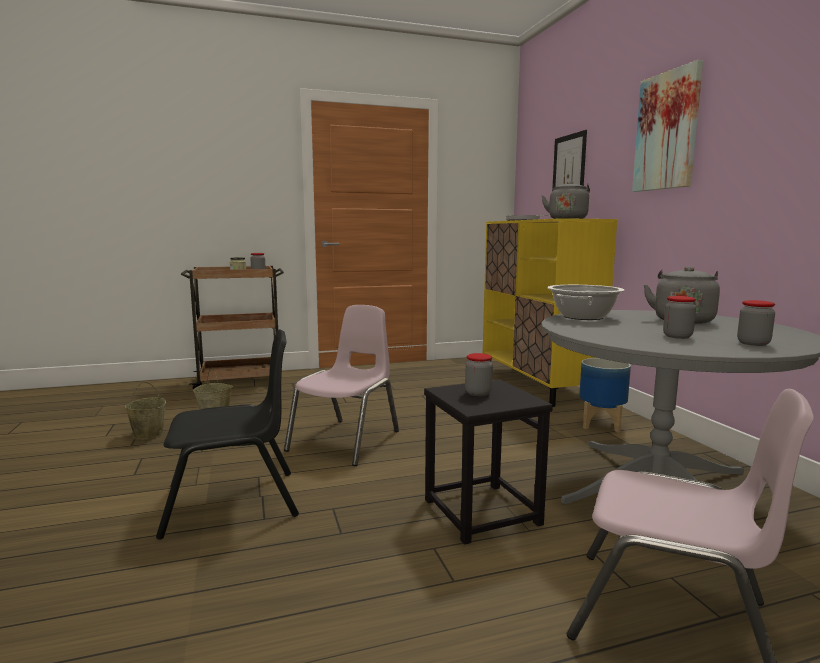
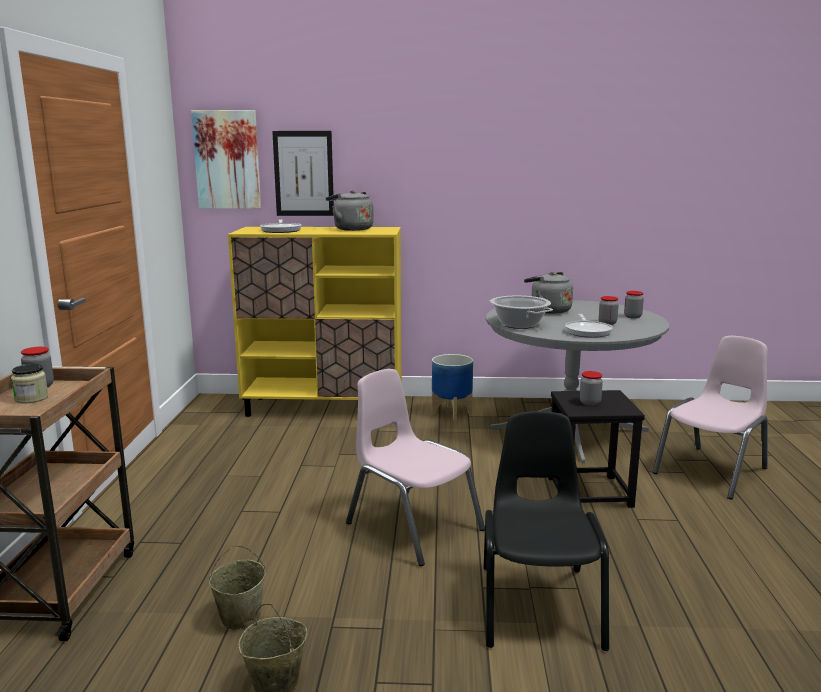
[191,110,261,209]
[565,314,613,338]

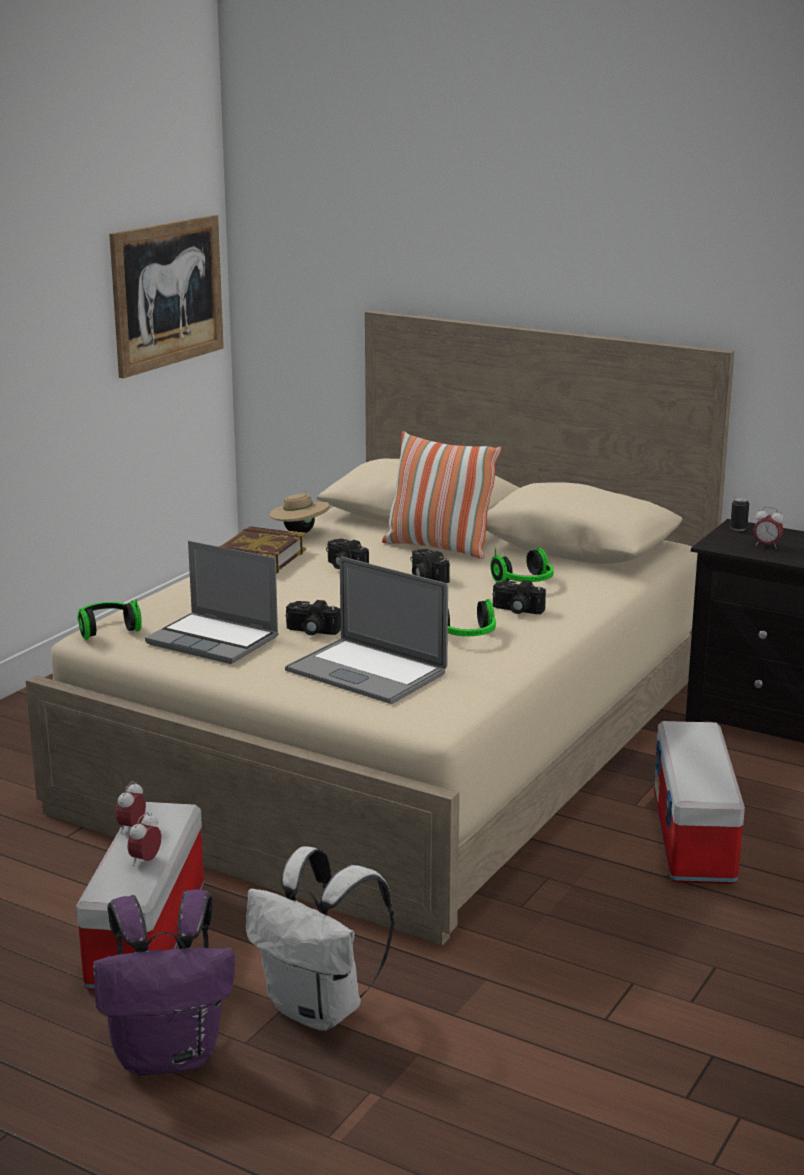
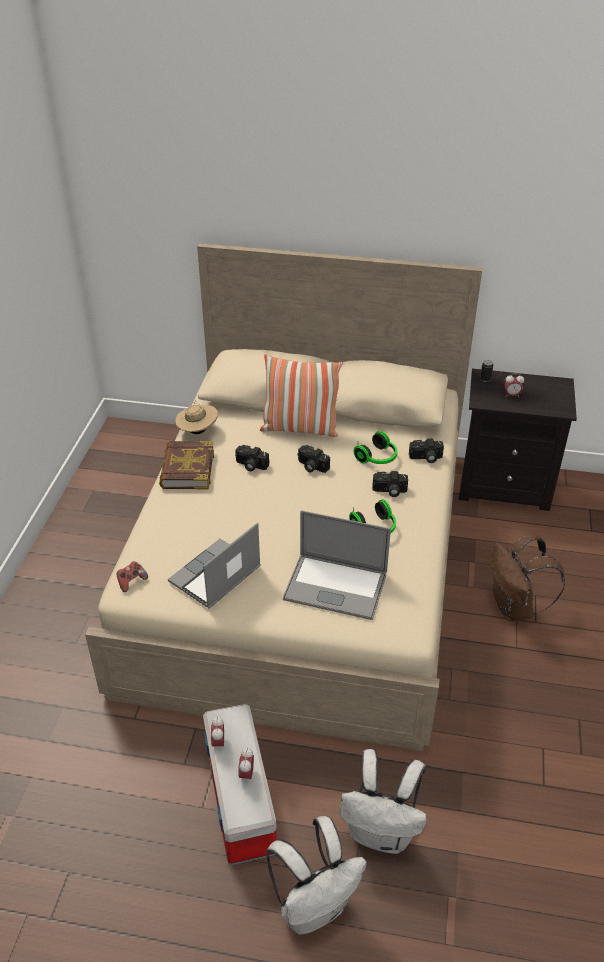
[117,561,148,592]
[266,816,367,935]
[109,215,224,378] (first image)
[168,523,261,609]
[409,438,444,463]
[490,533,565,622]

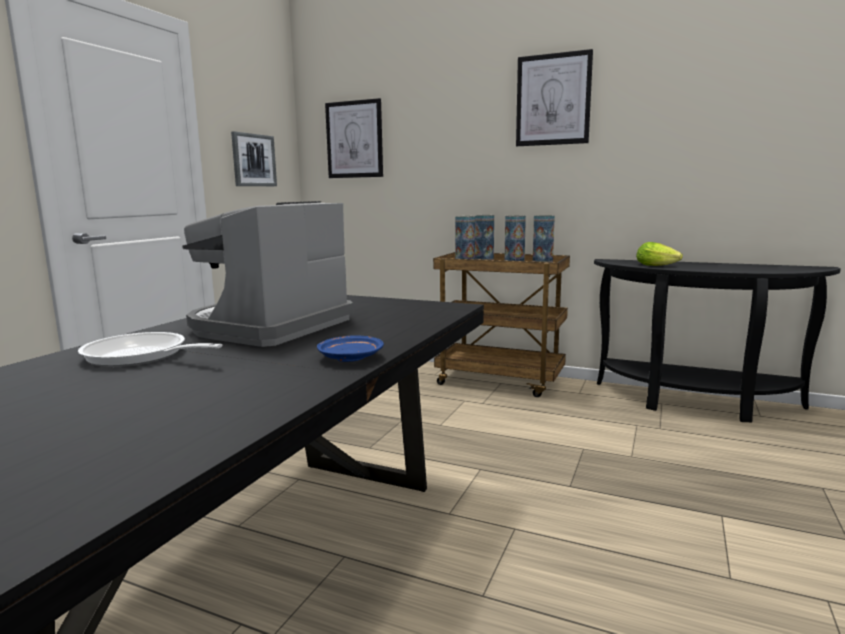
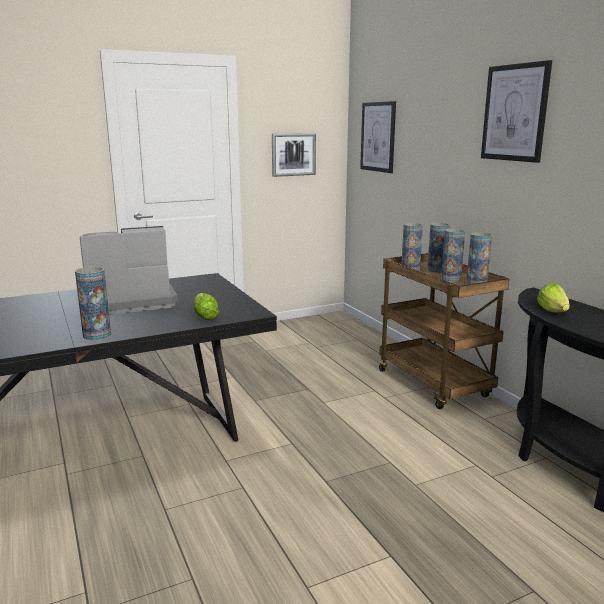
[78,332,222,367] (first image)
[75,267,111,340]
[194,293,219,320]

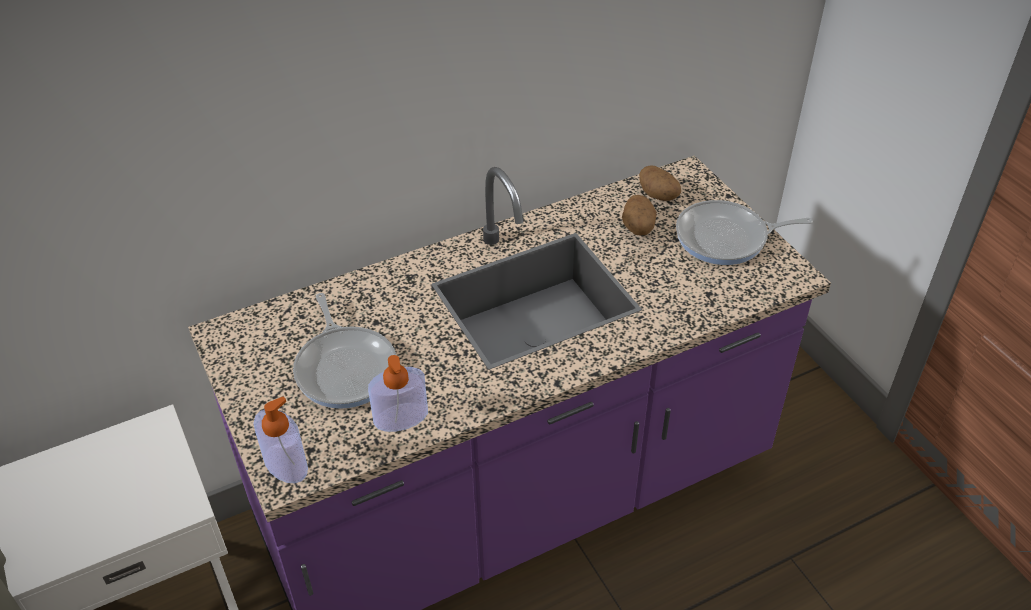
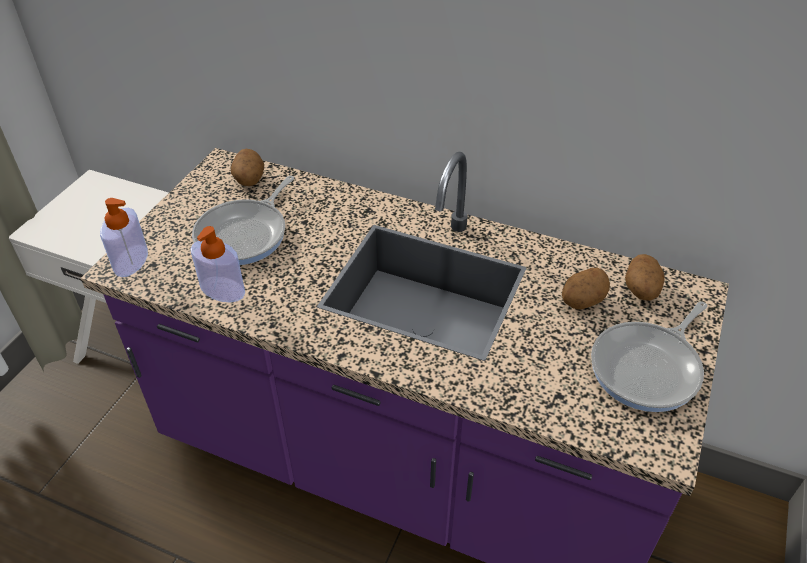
[591,301,707,412]
[231,149,264,186]

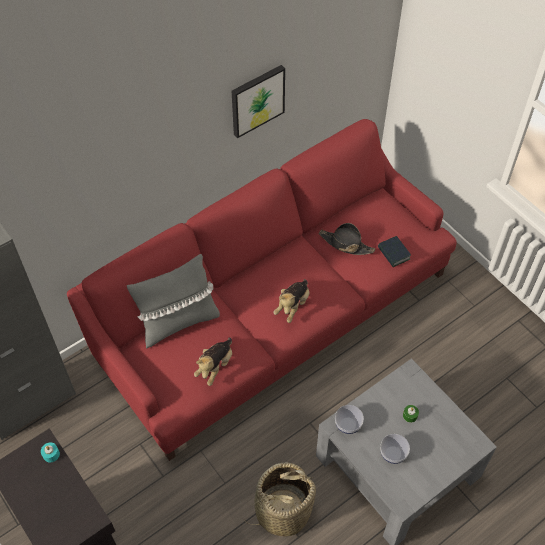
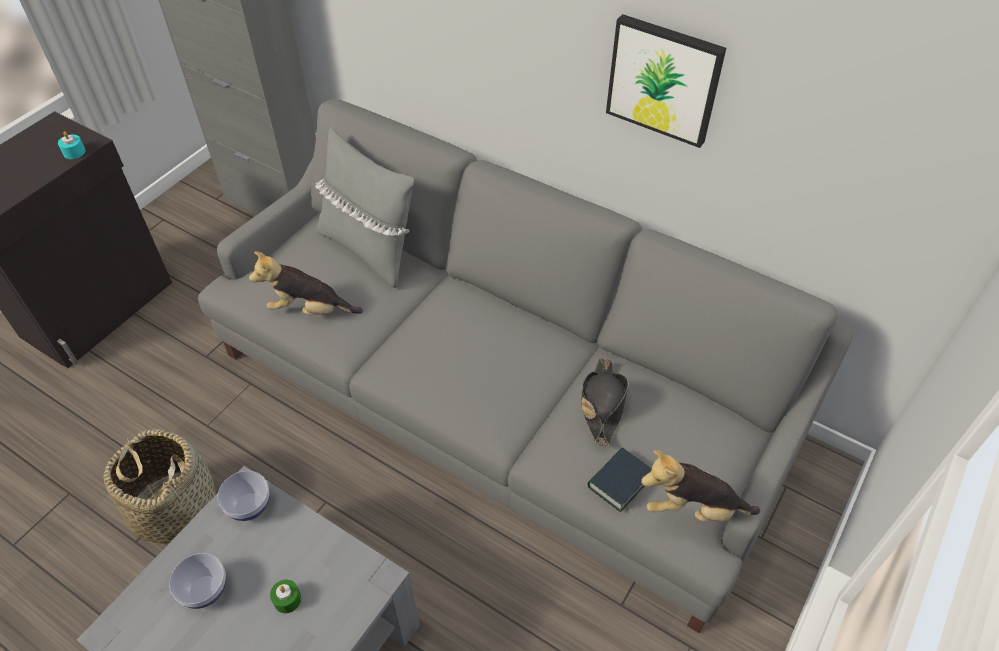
[198,99,853,633]
[641,450,760,521]

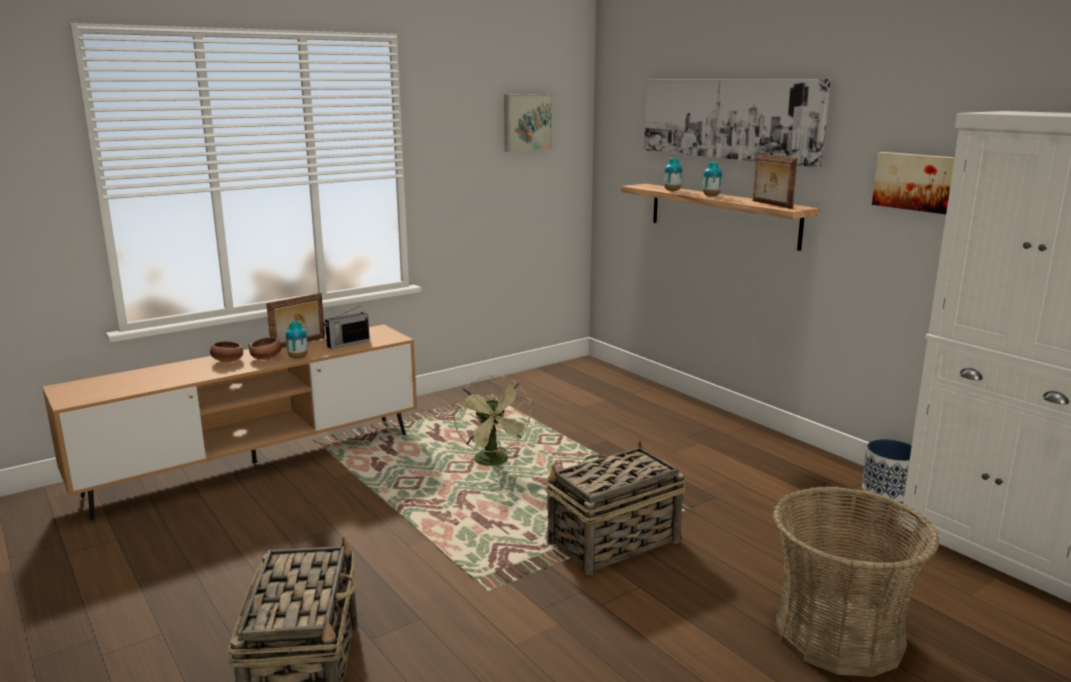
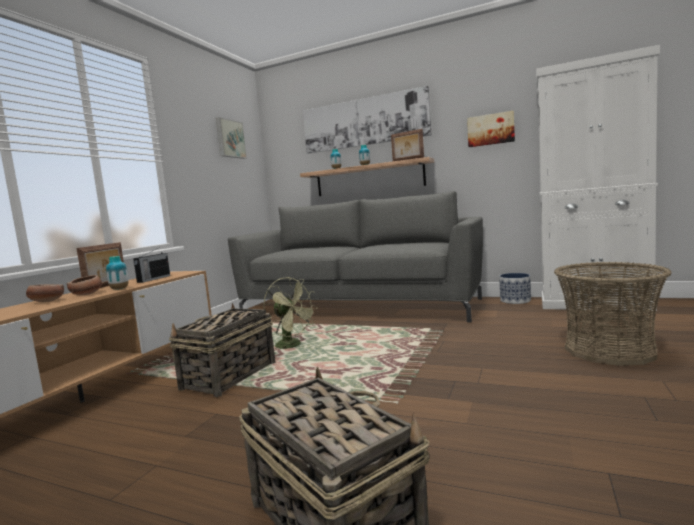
[169,303,275,397]
[228,191,483,323]

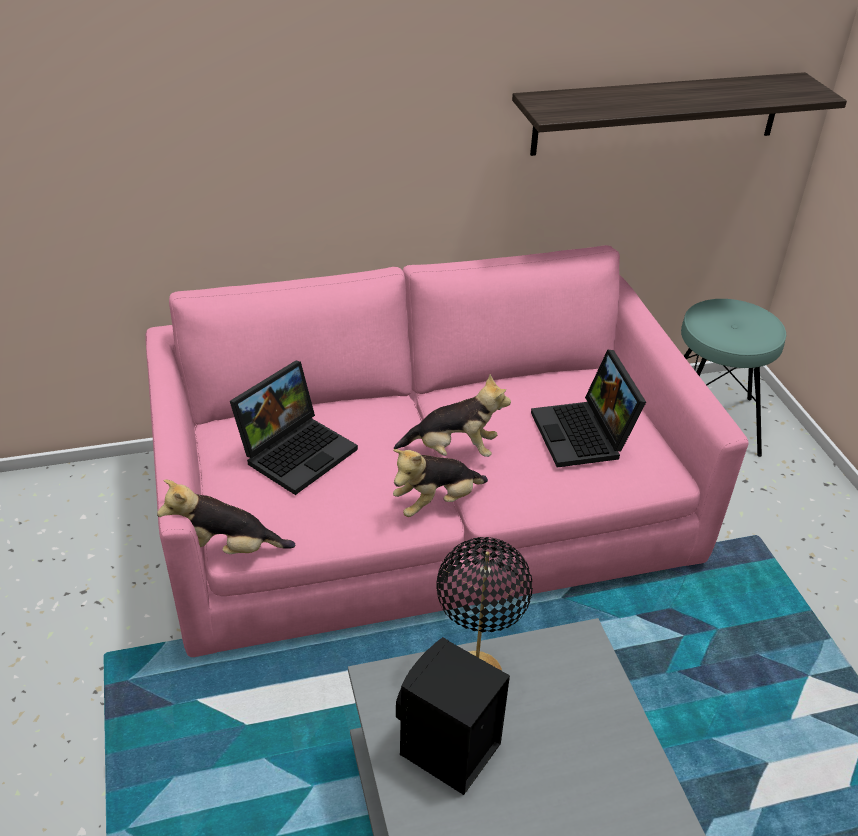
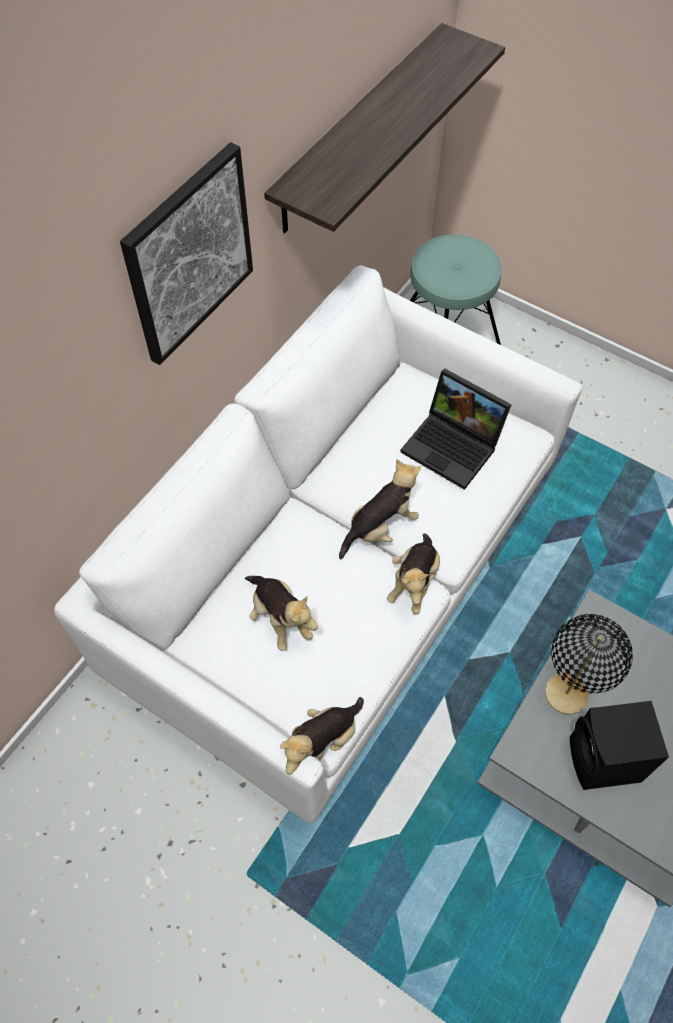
[54,265,582,823]
[245,576,318,651]
[120,142,253,365]

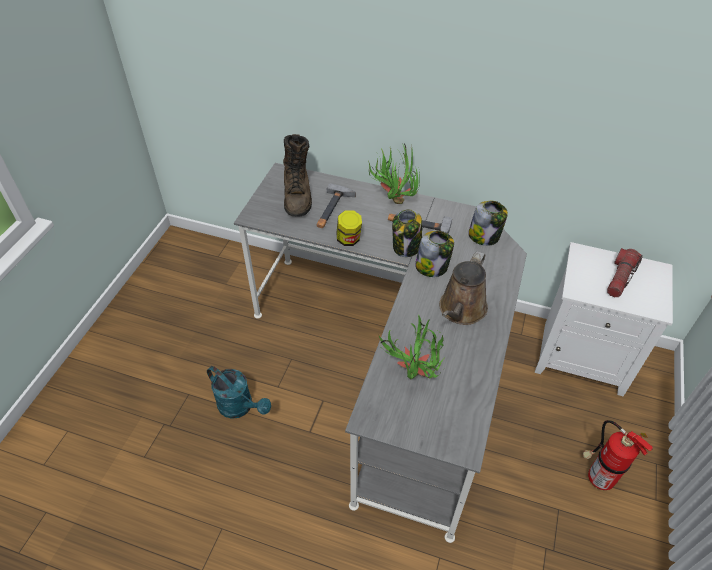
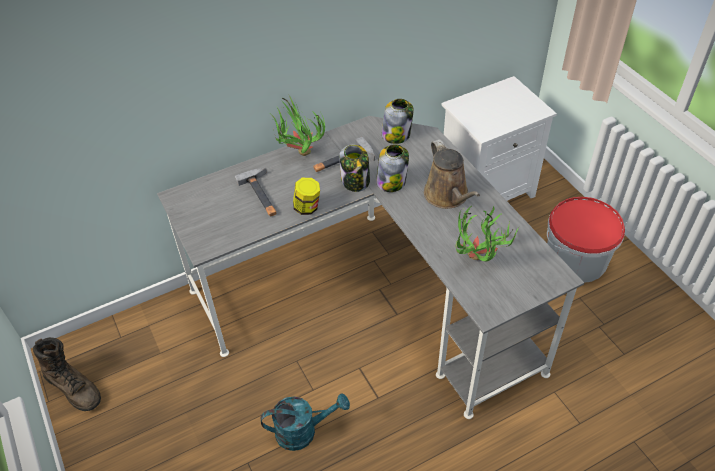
[33,337,101,411]
[547,197,625,283]
[607,248,643,297] (first image)

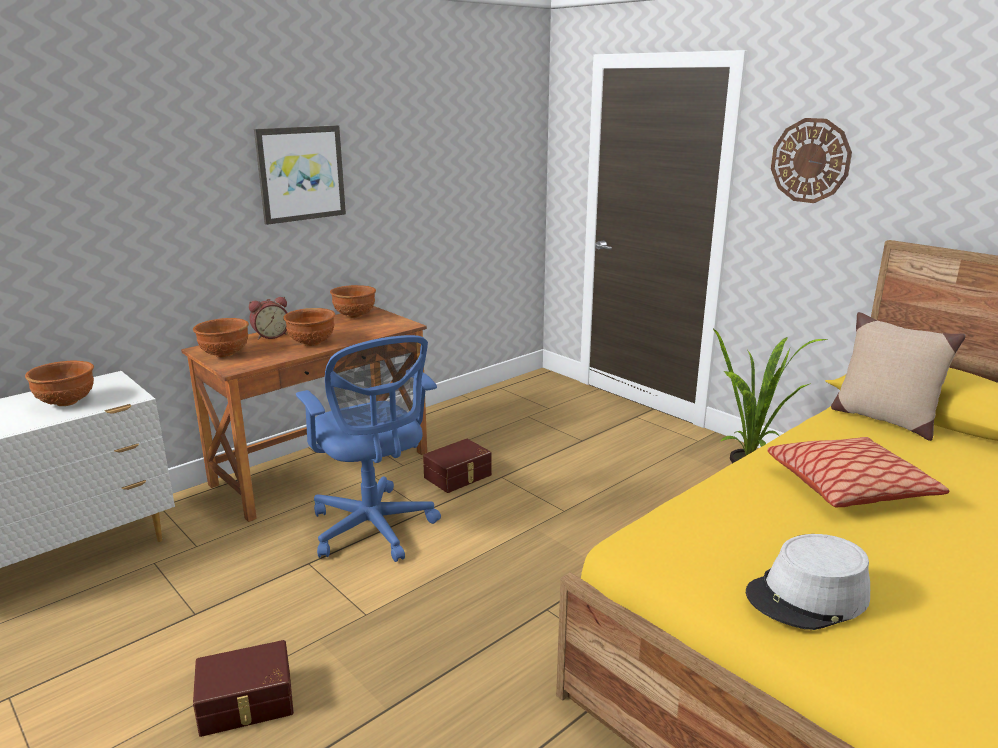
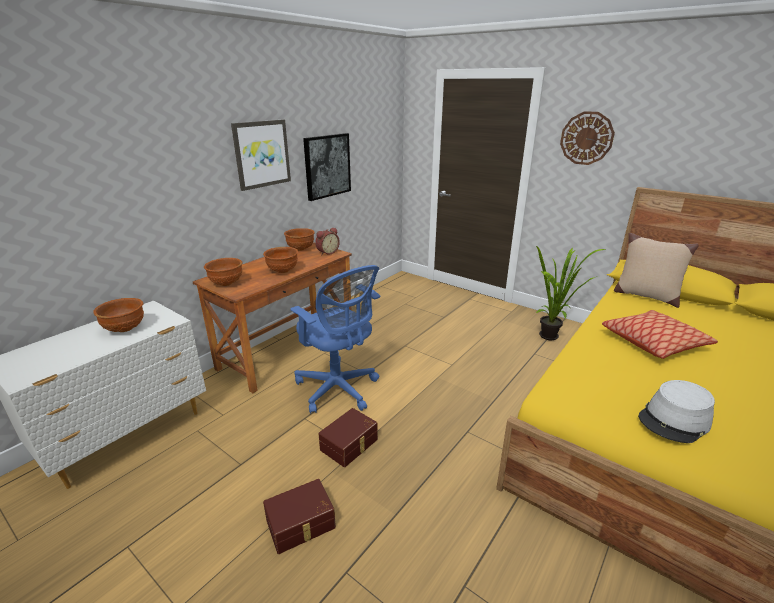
[315,227,340,255]
[318,408,378,467]
[303,133,351,201]

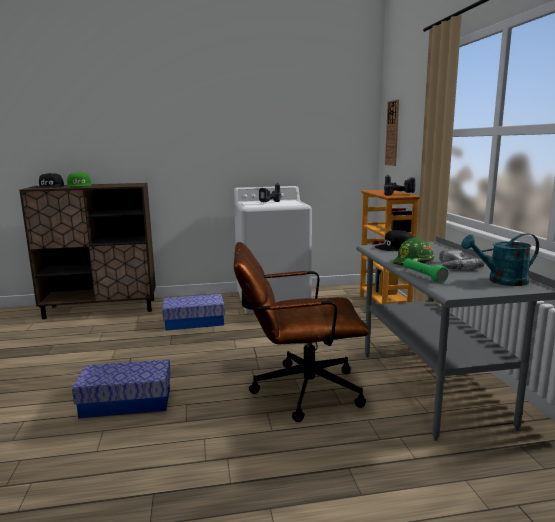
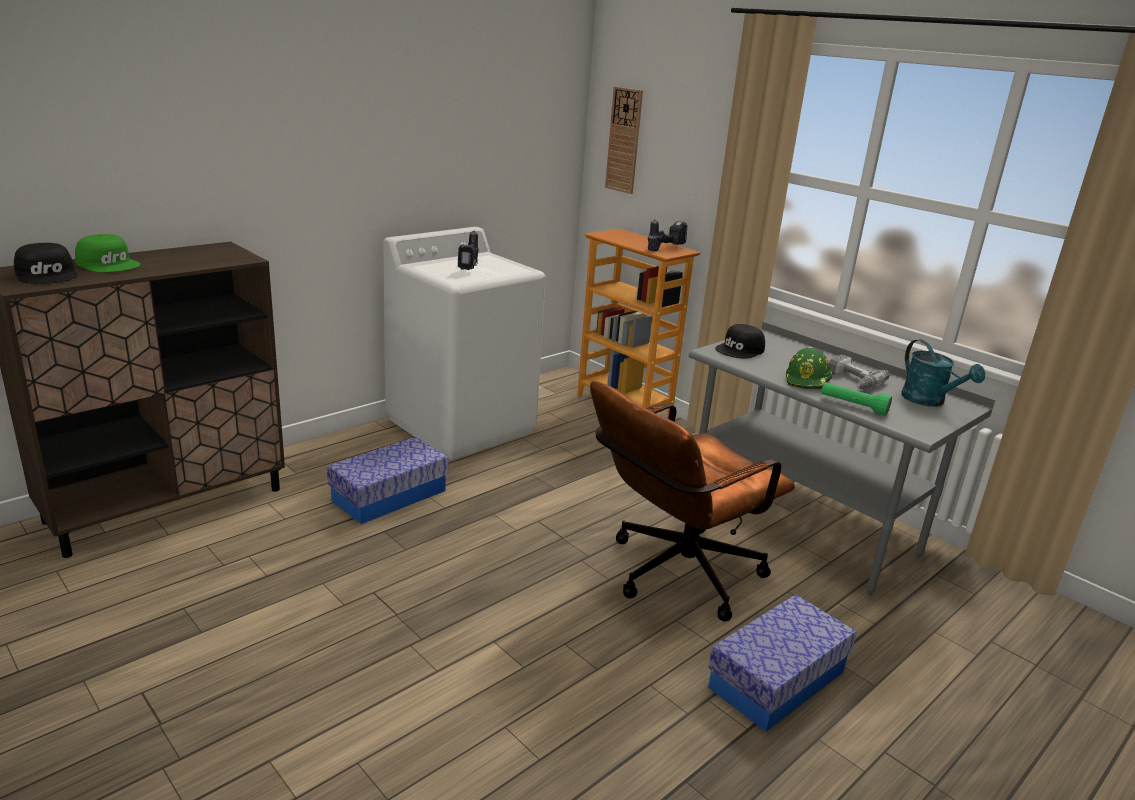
[708,594,857,732]
[901,339,985,407]

